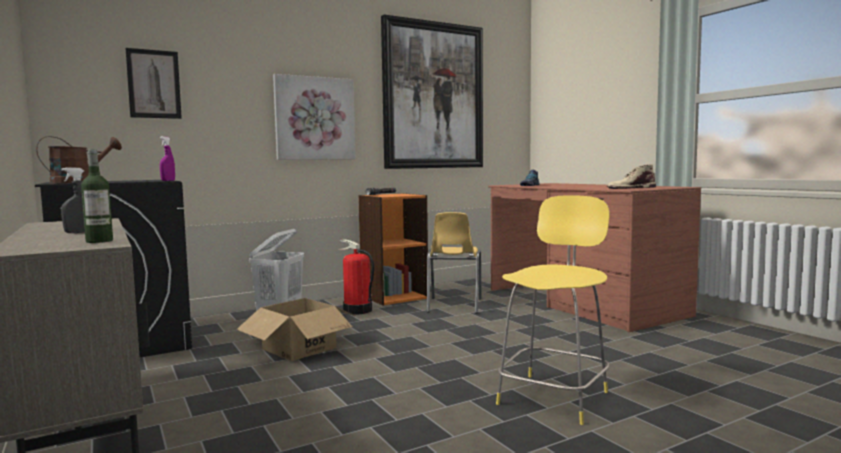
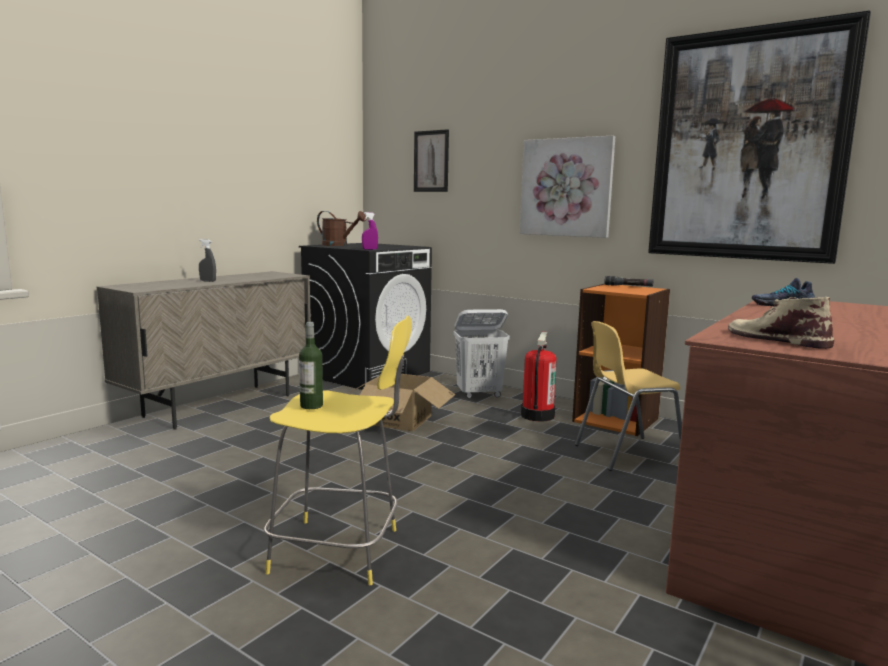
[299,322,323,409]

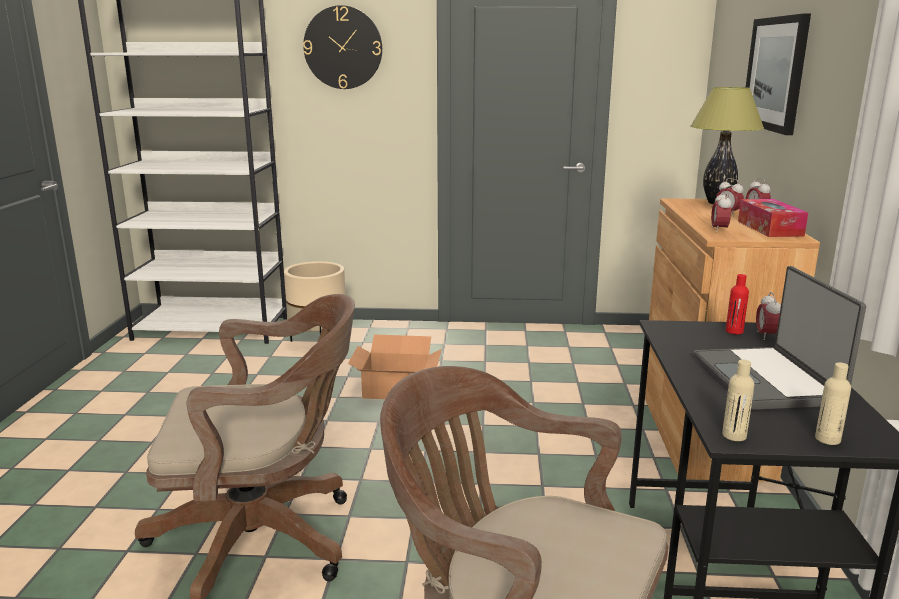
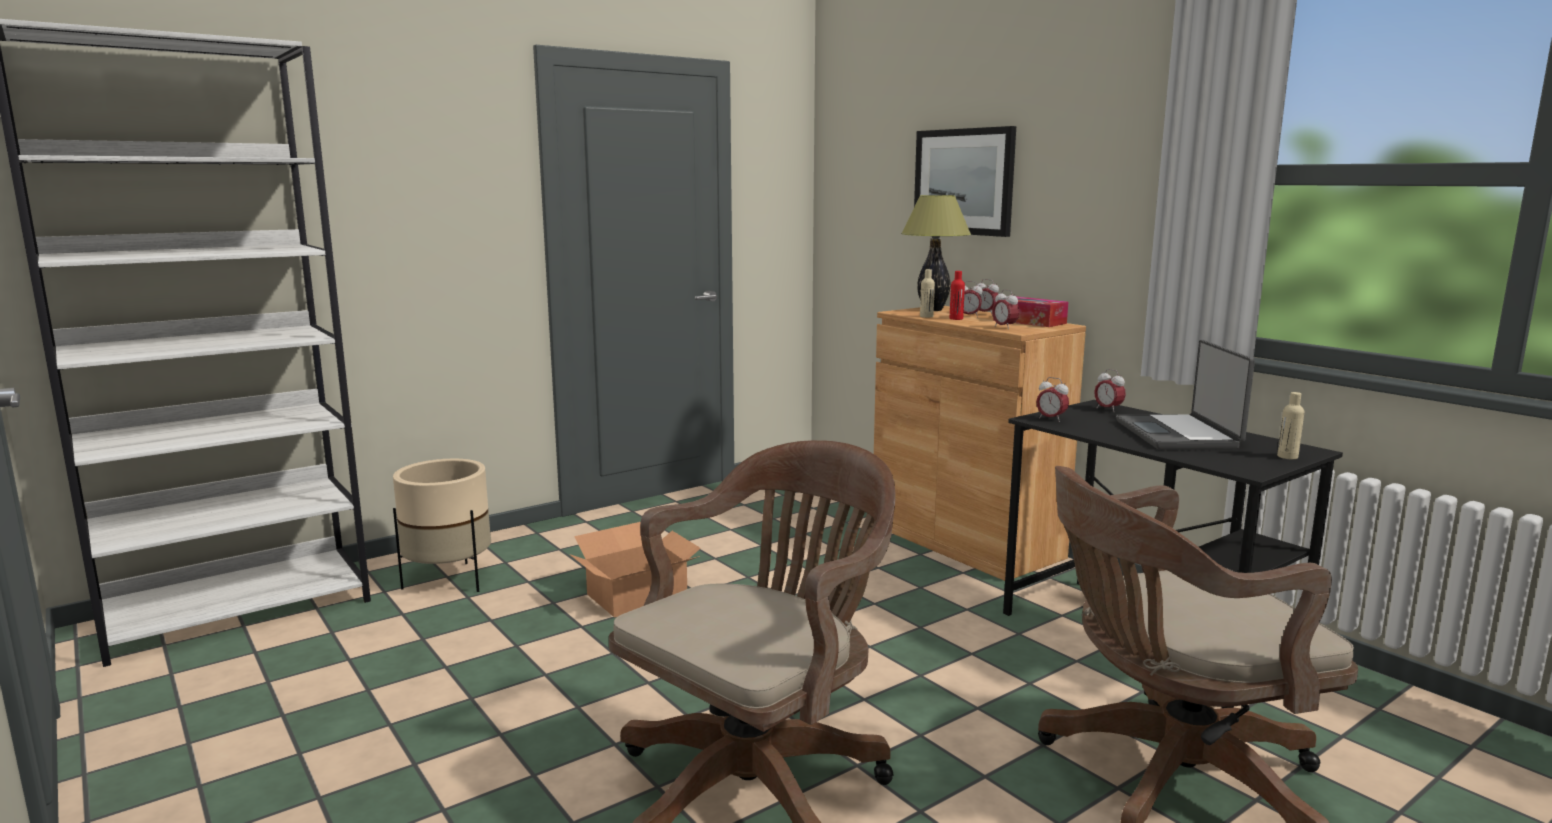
[303,5,382,89] (first image)
[1116,340,1255,449]
[920,269,935,318]
[950,271,965,320]
[1036,377,1069,422]

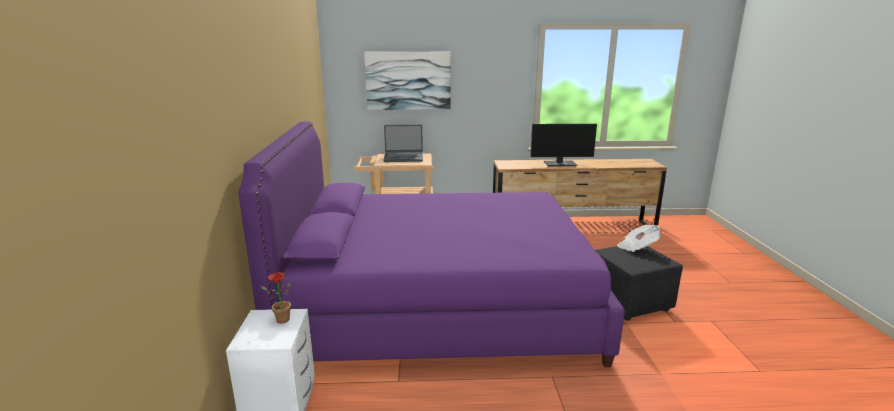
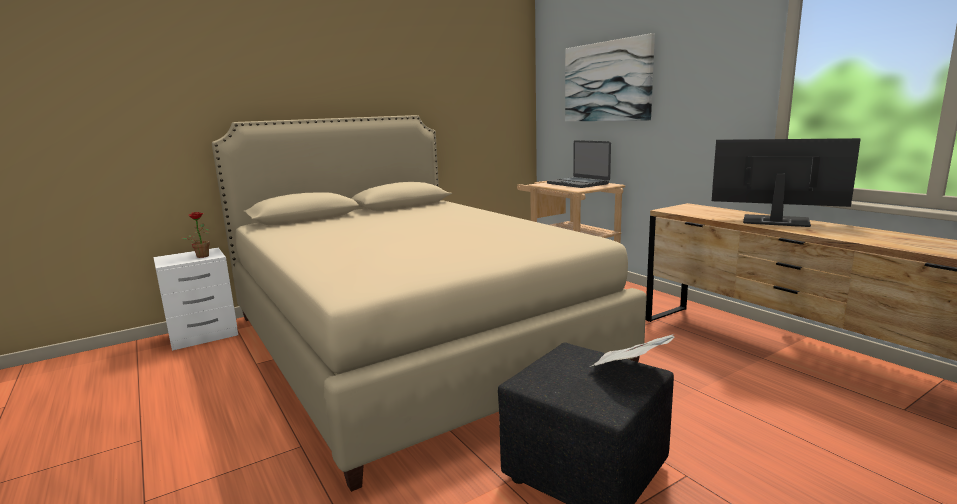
[212,115,647,492]
[712,138,861,227]

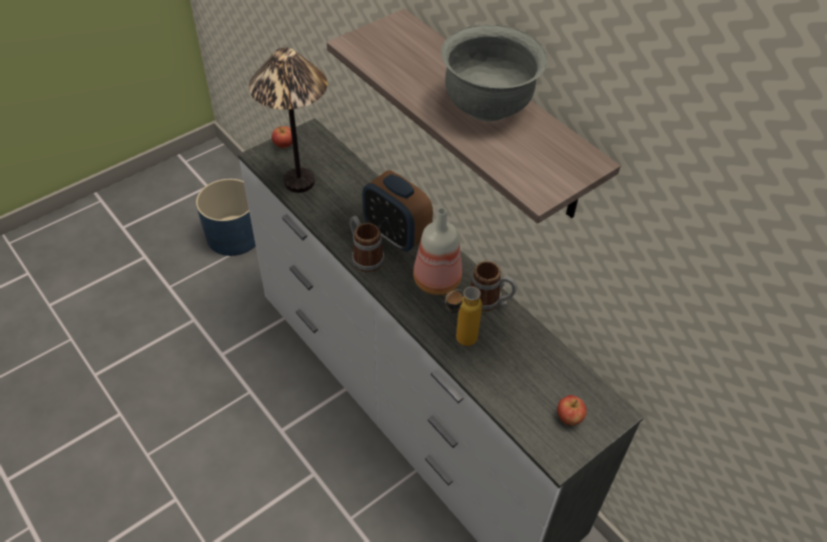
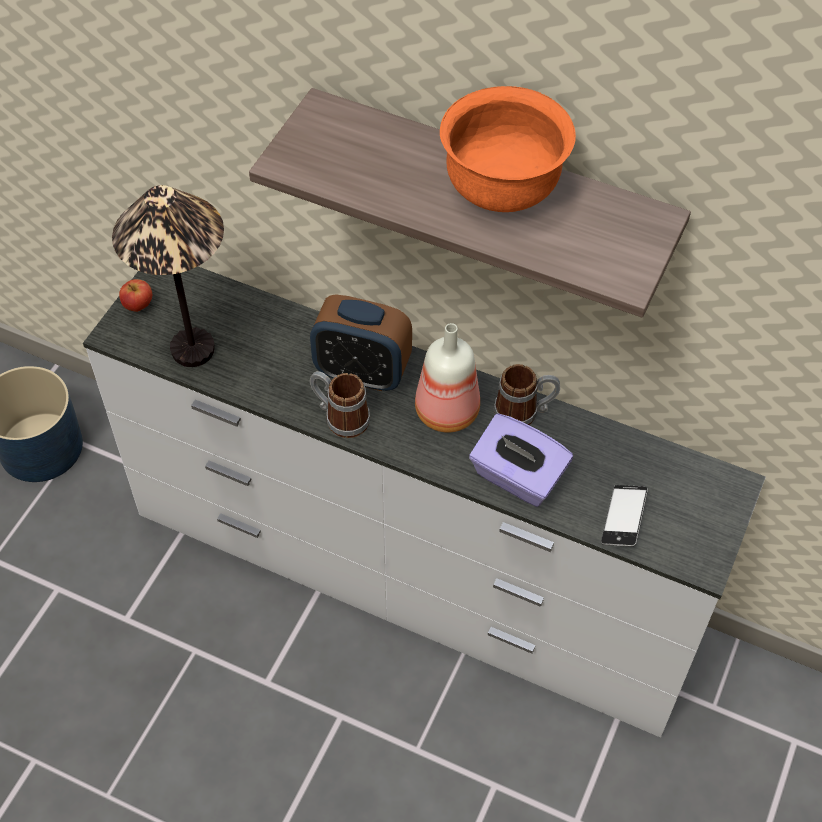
[440,86,576,212]
[469,413,573,507]
[557,395,586,426] (first image)
[601,485,648,547]

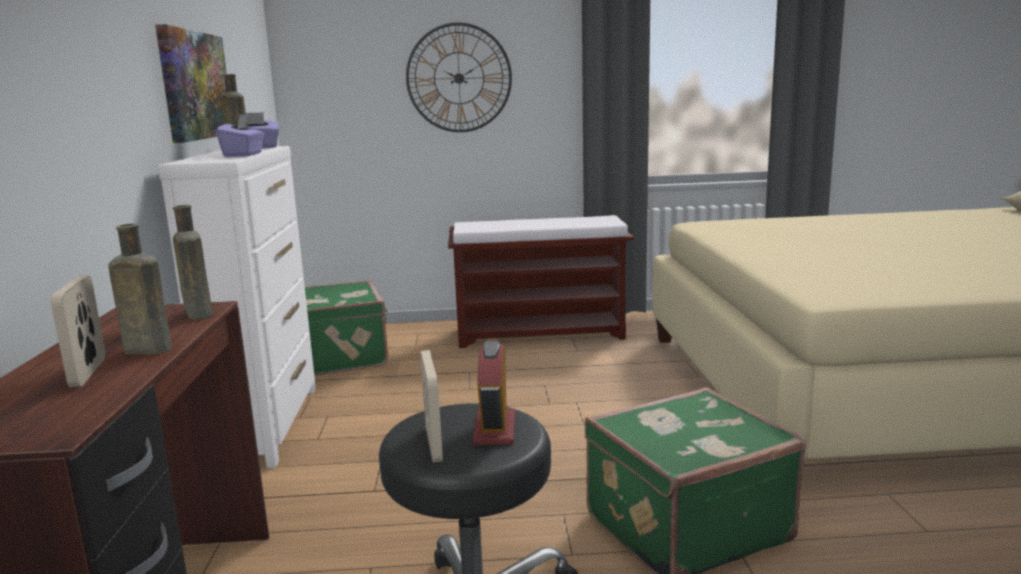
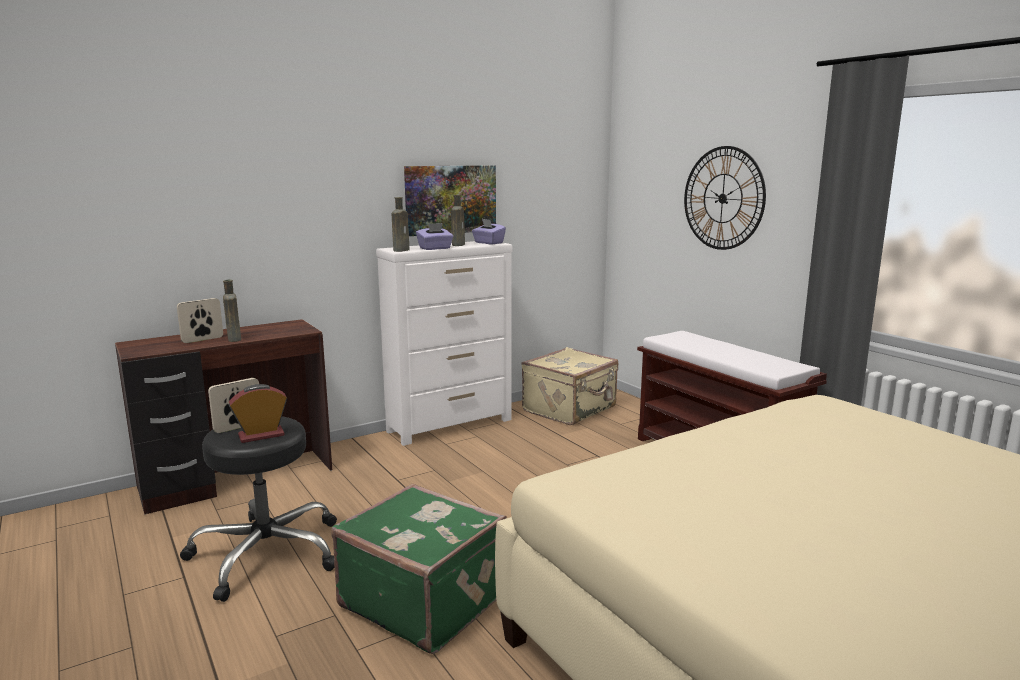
[392,197,410,252]
[521,347,618,425]

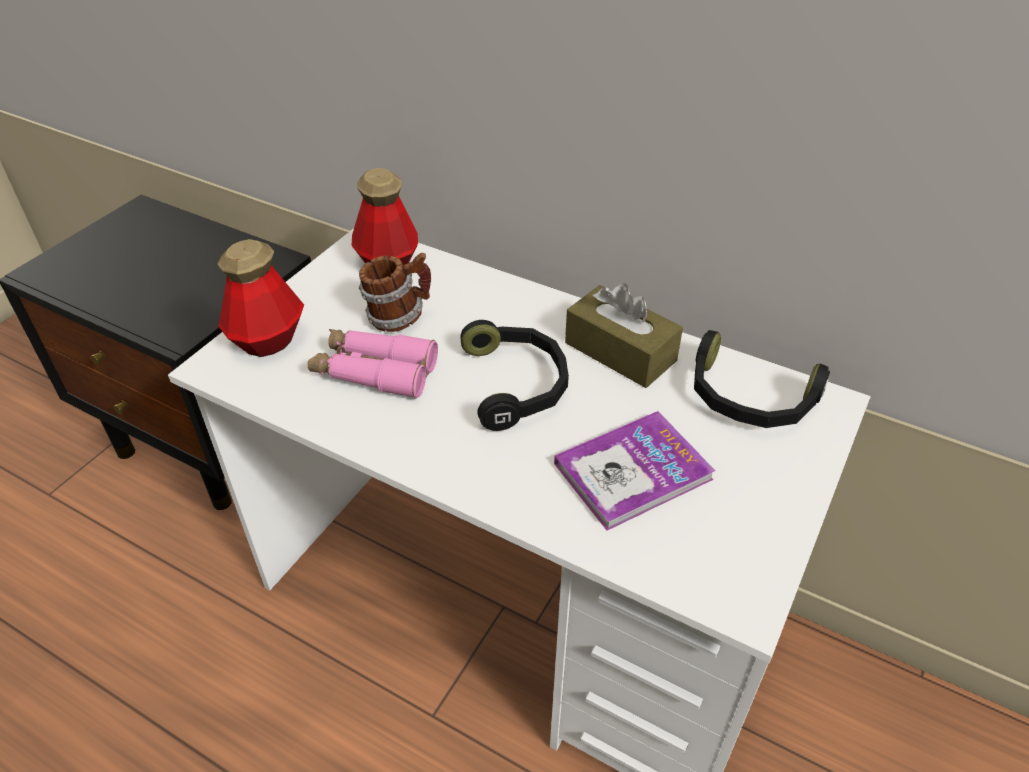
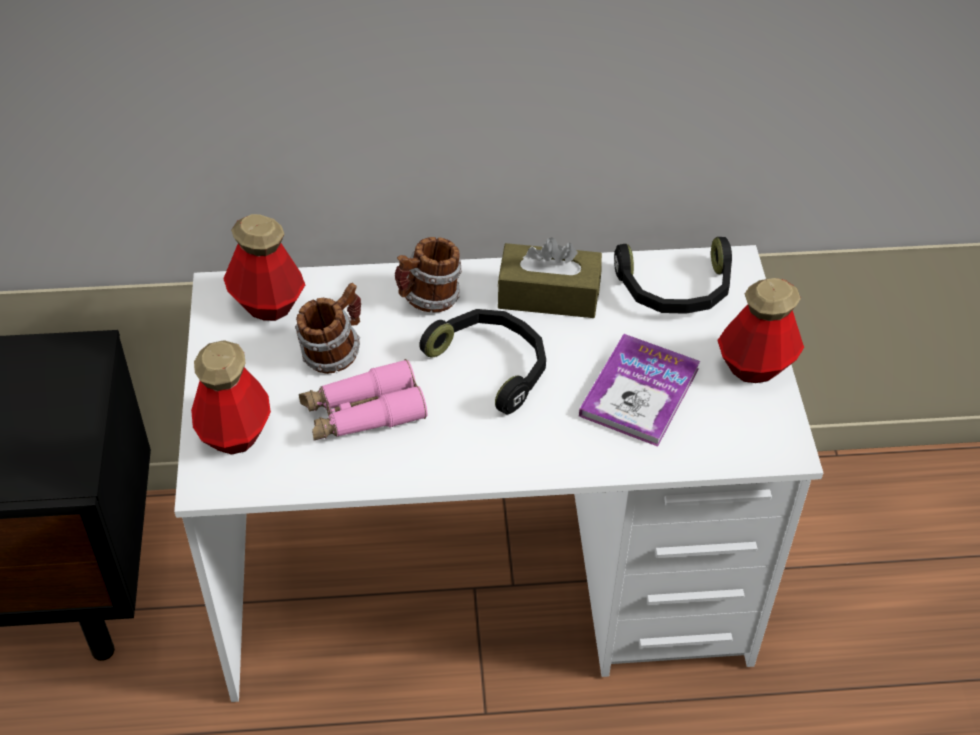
[395,237,462,312]
[717,278,804,383]

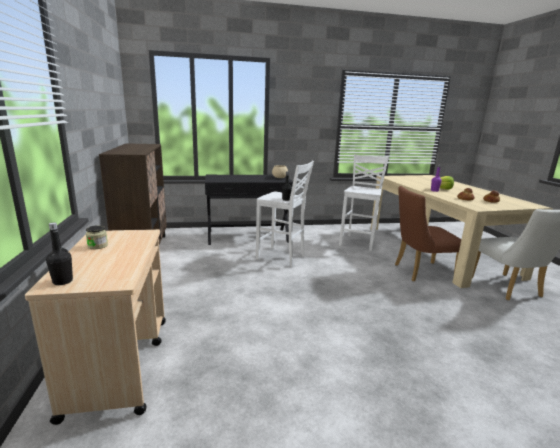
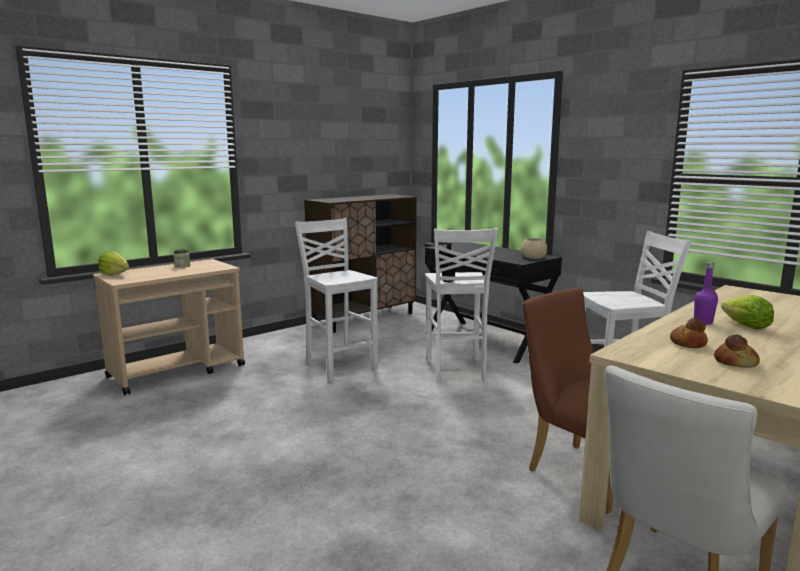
[98,252,129,275]
[295,218,378,382]

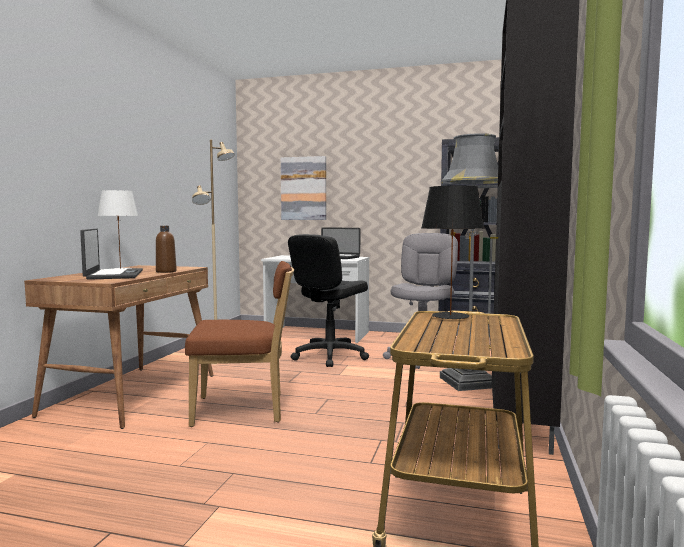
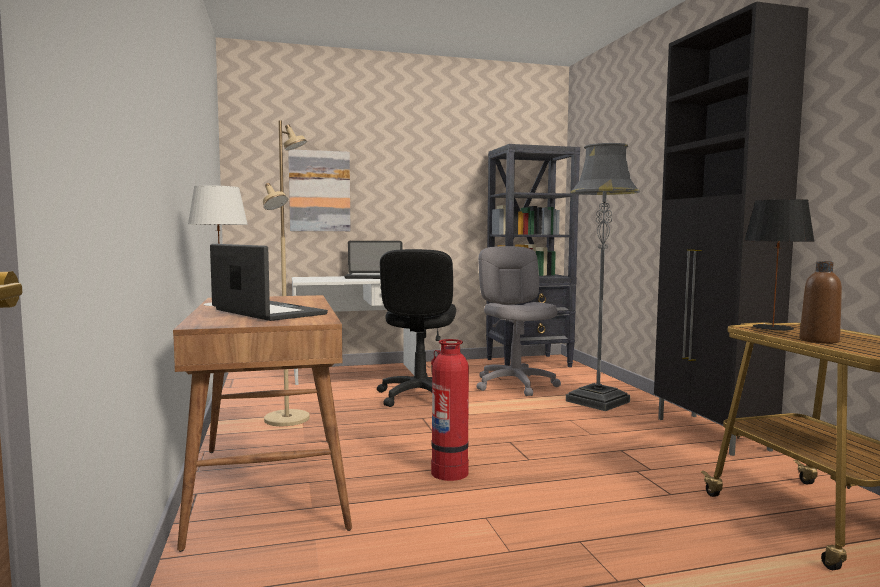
[800,261,842,344]
[431,339,469,481]

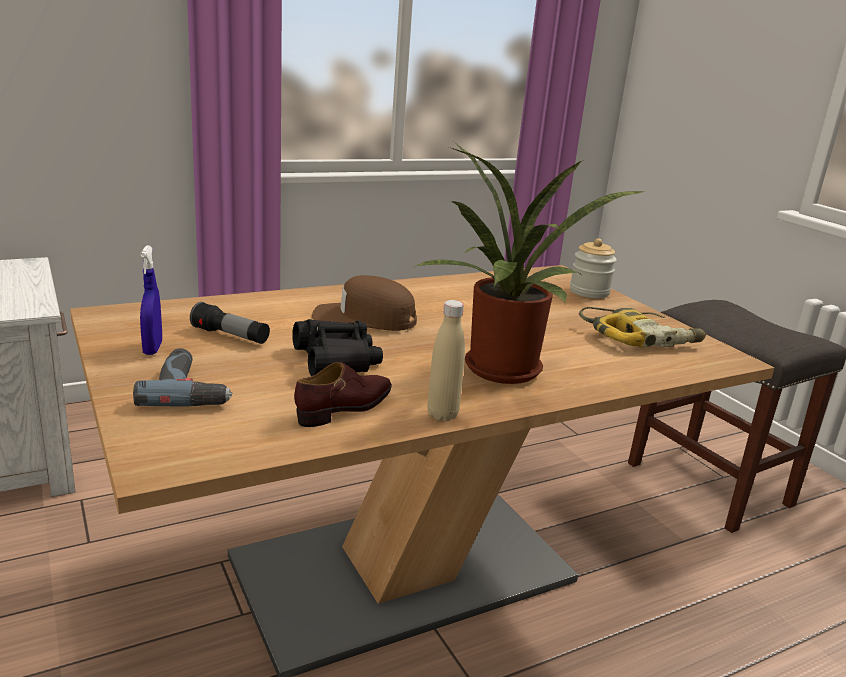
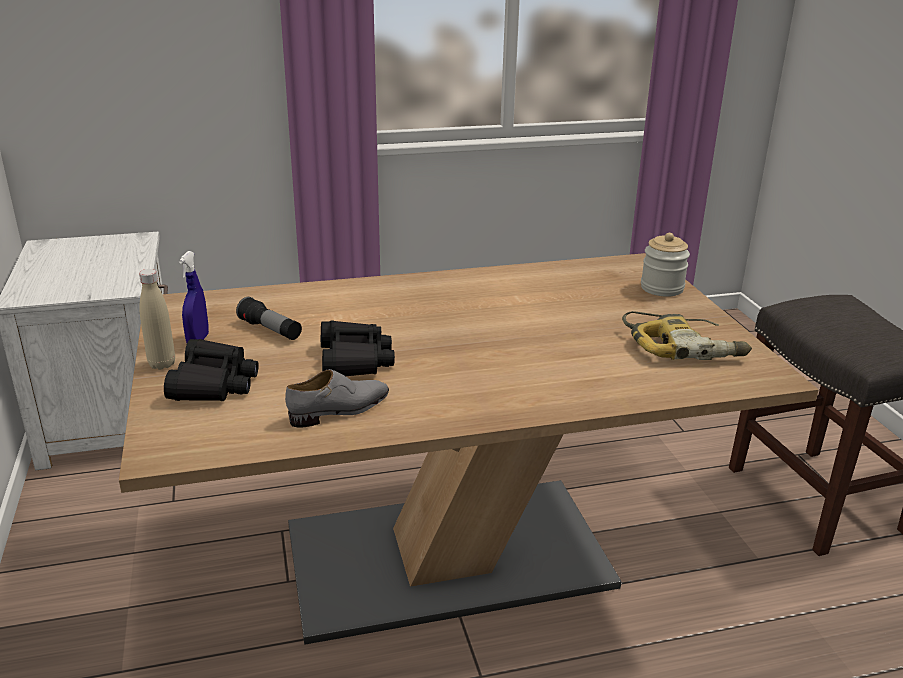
[164,339,259,401]
[285,369,389,427]
[312,275,417,331] (first image)
[413,142,644,384] (first image)
[139,269,175,370]

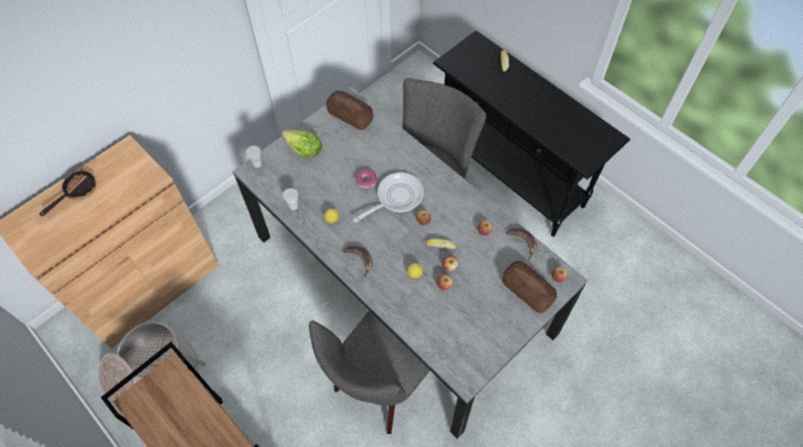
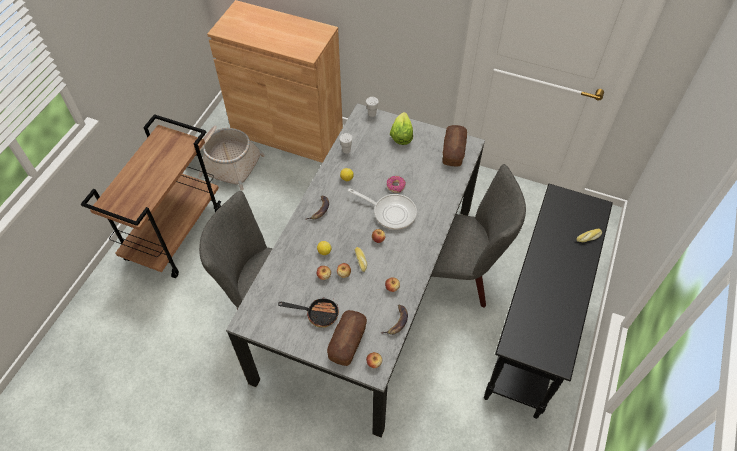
[278,297,339,328]

